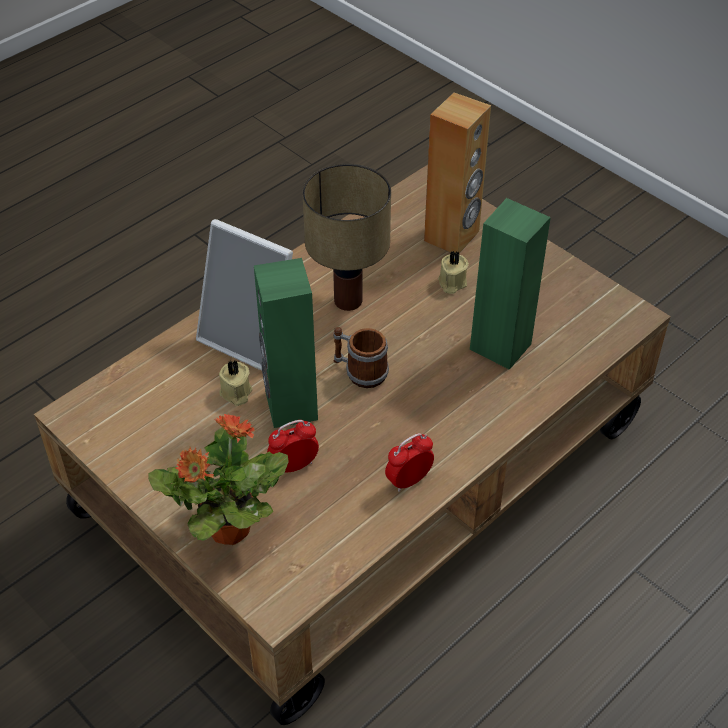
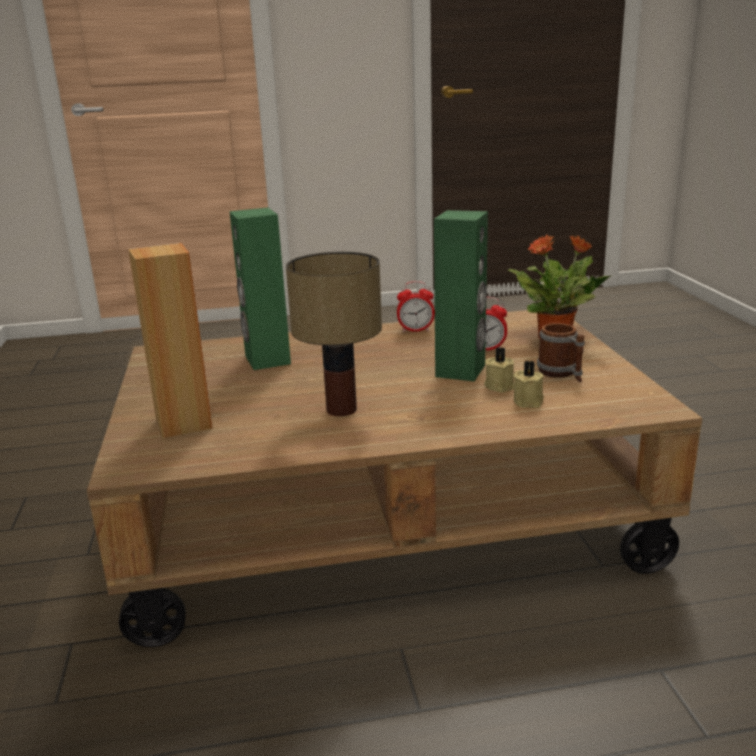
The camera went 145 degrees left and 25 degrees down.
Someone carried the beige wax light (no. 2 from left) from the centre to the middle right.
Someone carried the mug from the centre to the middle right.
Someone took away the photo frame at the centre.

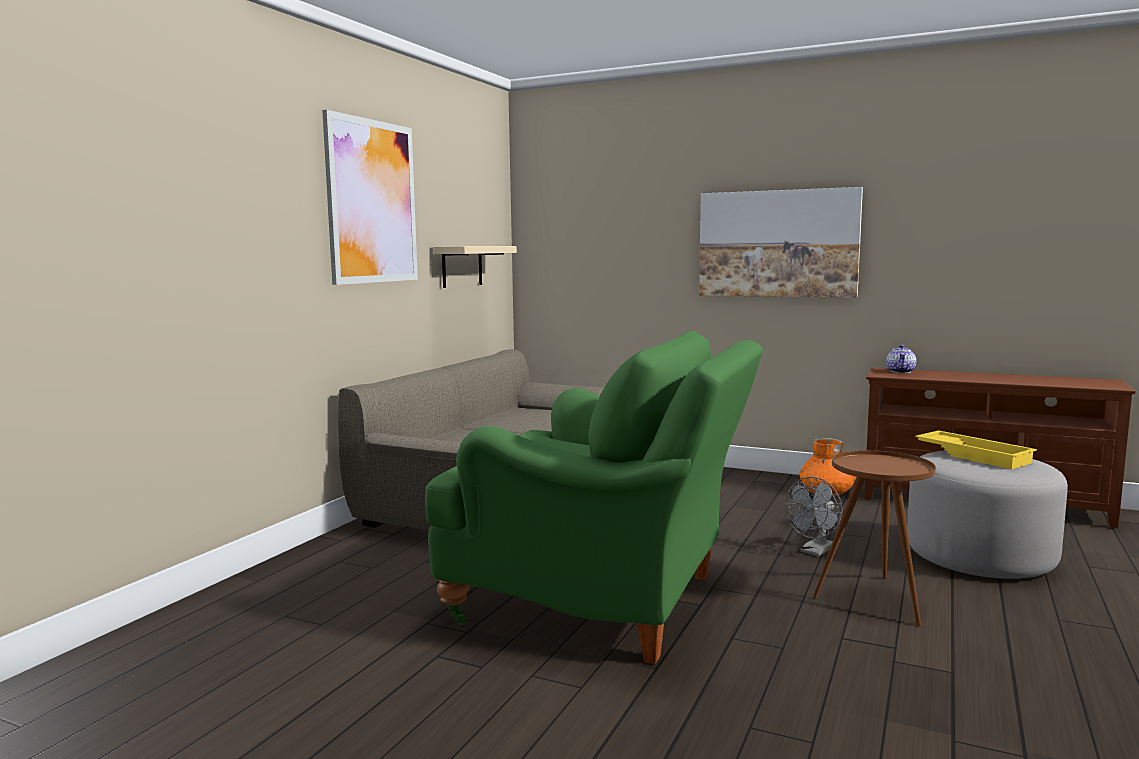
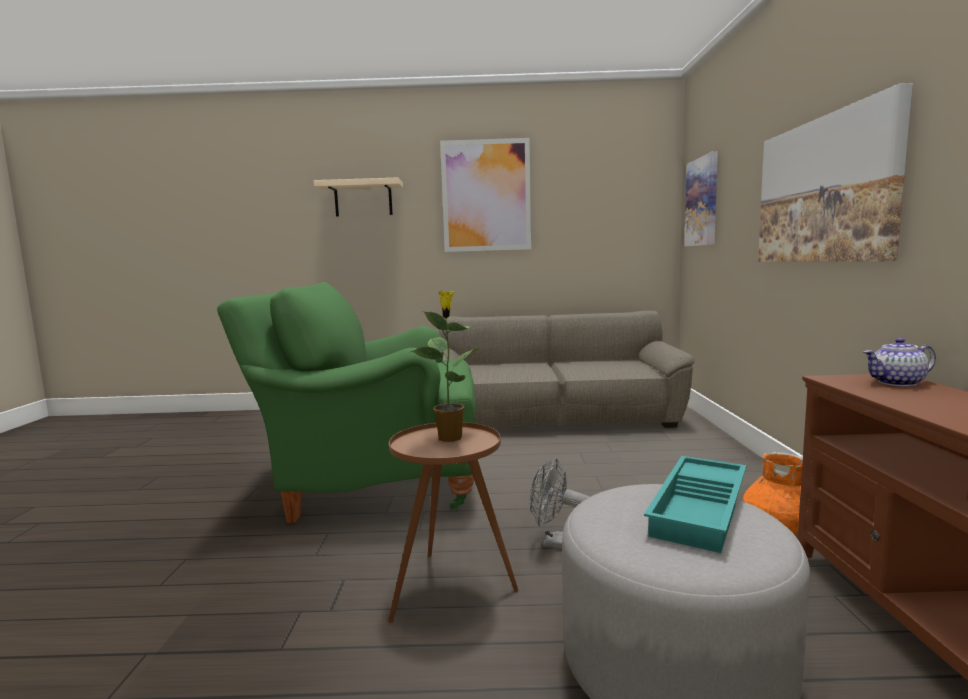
The camera went 65 degrees right and 0 degrees up.
Someone rotated the green-coloured easy chair at the centre by 90 degrees clockwise.
Someone carried the beige shelf from the centre to the top centre.
Someone put down the houseplant at the centre.
Someone repainted the yellow serving tray at the middle right, which became the blue-green serving tray at the bottom right.
Someone put up the picture (no. 2 from left) at the top right.

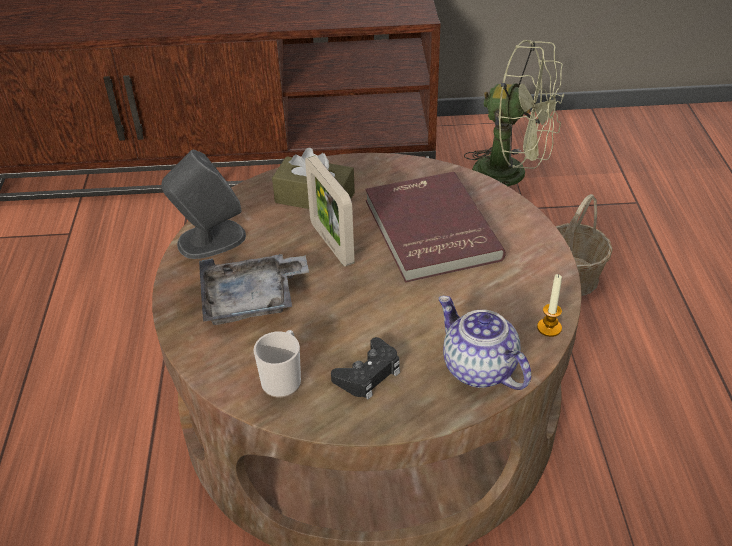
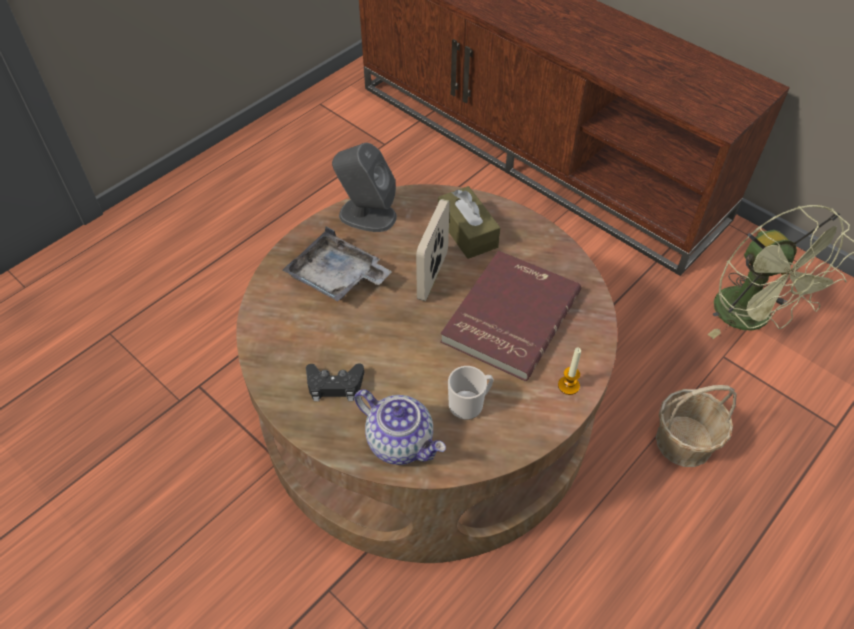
The camera went 45 degrees right and 10 degrees up.
Someone rotated the teapot at the centre by 120 degrees clockwise.
Someone carried the mug from the bottom centre to the centre.
Someone carried the wax light from the middle right to the centre.

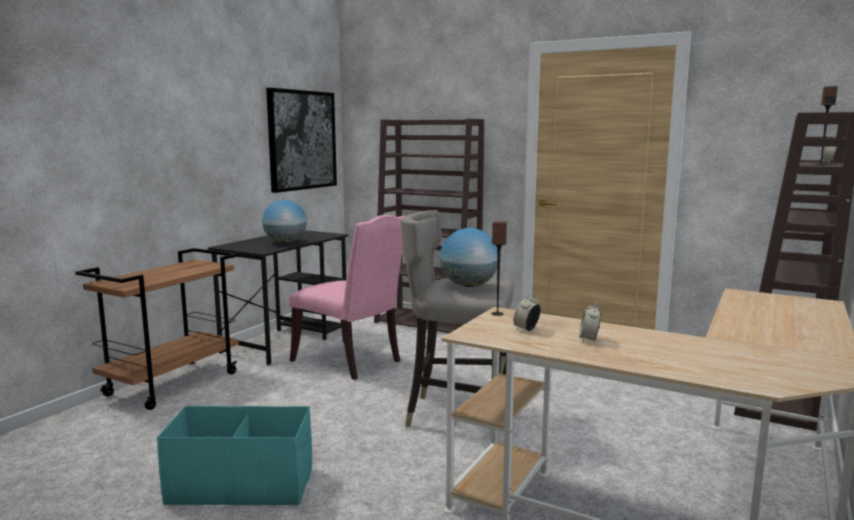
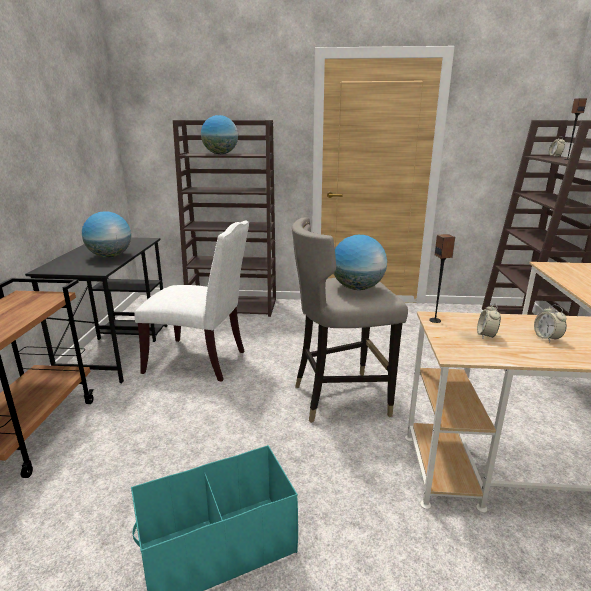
The camera went 25 degrees left and 10 degrees up.
Someone repainted the pink-coloured plain chair at the centre, which became the whitish plain chair at the middle left.
Someone put down the world globe (no. 2 from left) at the top centre.
Someone took away the picture at the top centre.

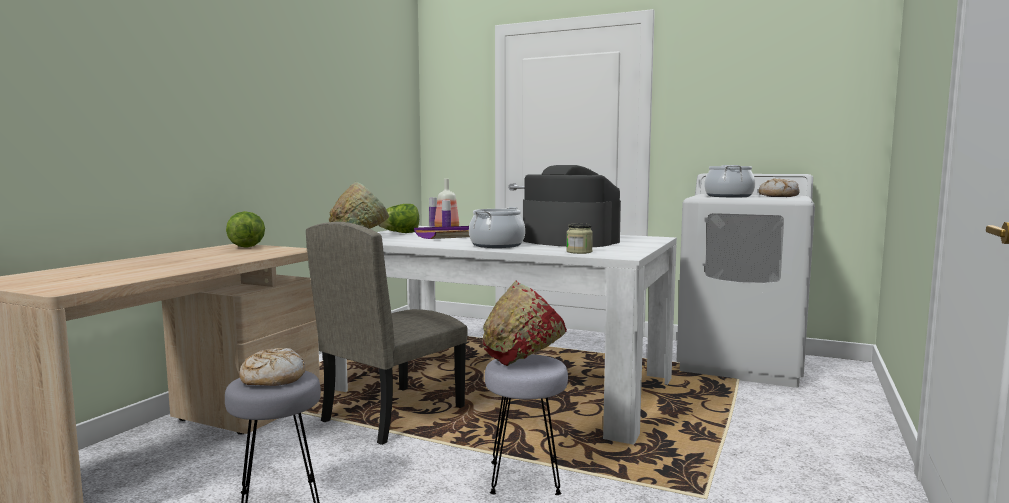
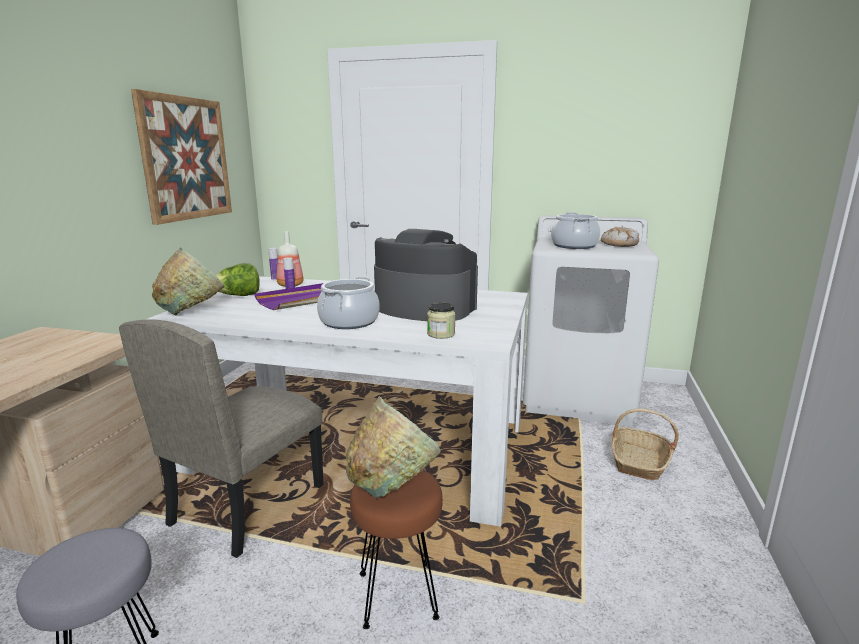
The camera went 10 degrees left and 10 degrees up.
Someone put up the picture at the top left.
Someone repainted the reddish bowl at the centre, which became the green-coloured bowl (no. 2 from left) at the bottom centre.
Someone repainted the greyish stool seat (no. 2 from left) at the bottom centre, which became the brown stool seat at the bottom centre.
Someone put down the household basket at the bottom right.
Someone took away the head of lettuce (no. 1 from left) at the middle left.
Someone took away the baked bread (no. 1 from left) at the bottom left.

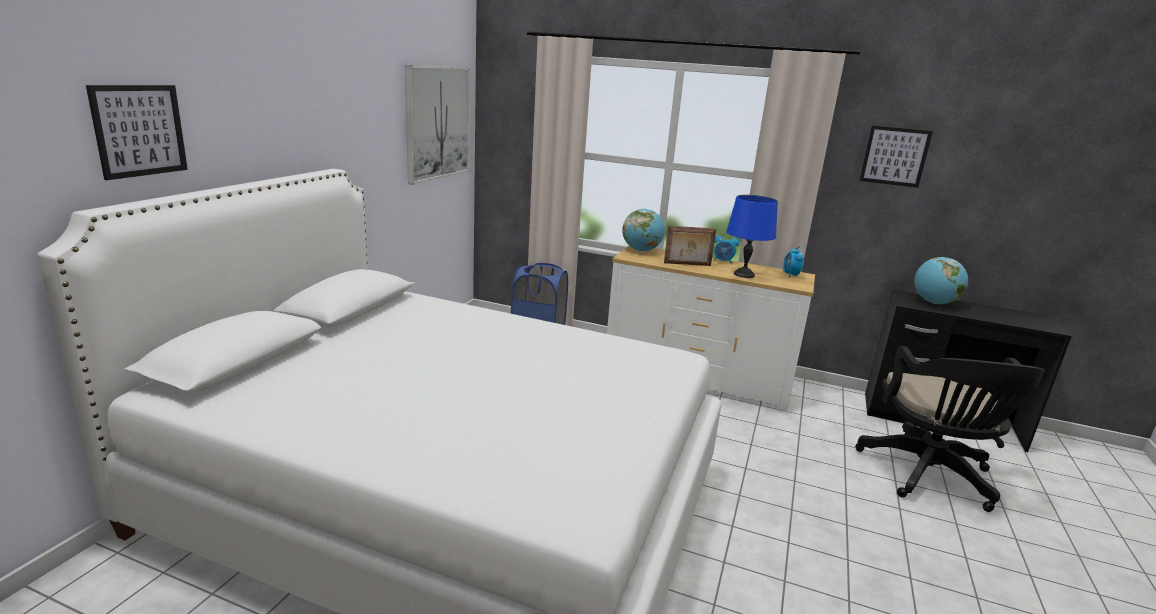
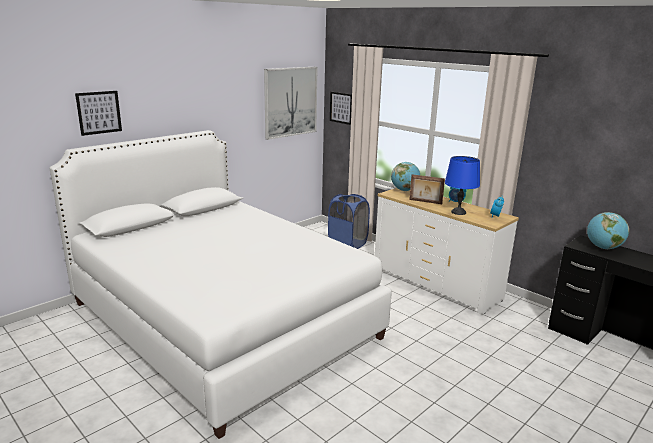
The camera went 25 degrees right and 0 degrees up.
Someone carried the picture (no. 3 from left) from the top right to the top centre.
Someone took away the blackish desk chair at the bottom right.

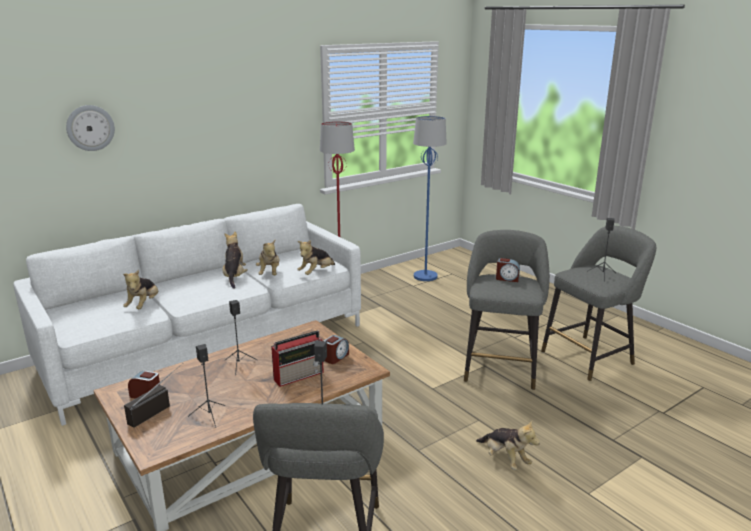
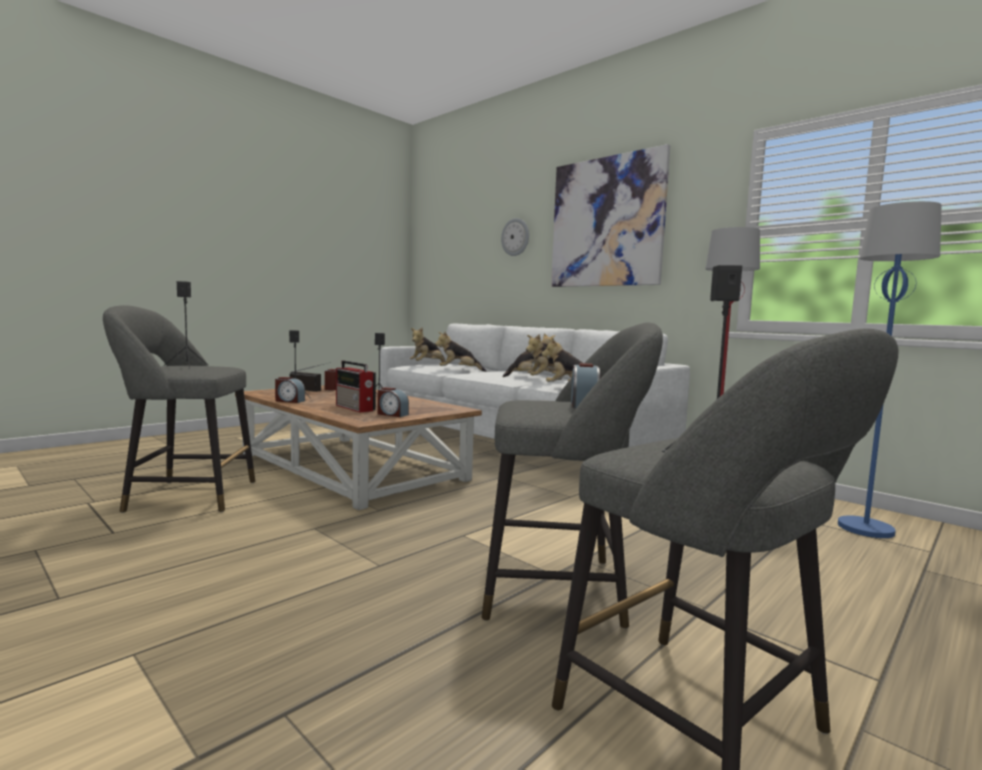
The camera went 80 degrees right and 15 degrees down.
Someone put down the alarm clock (no. 1 from left) at the middle left.
Someone carried the plush toy (no. 5 from left in the first image) from the bottom right to the centre.
Someone put up the picture at the top centre.

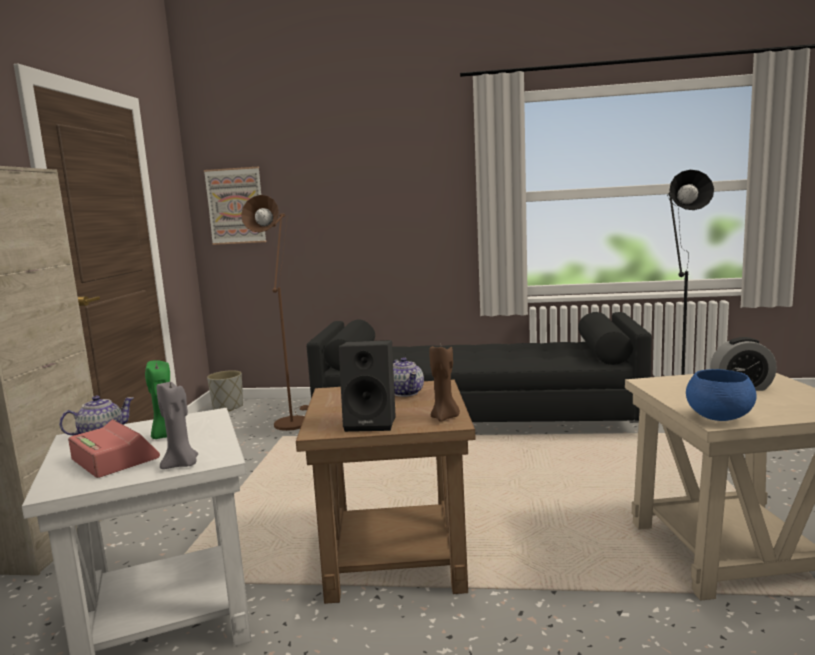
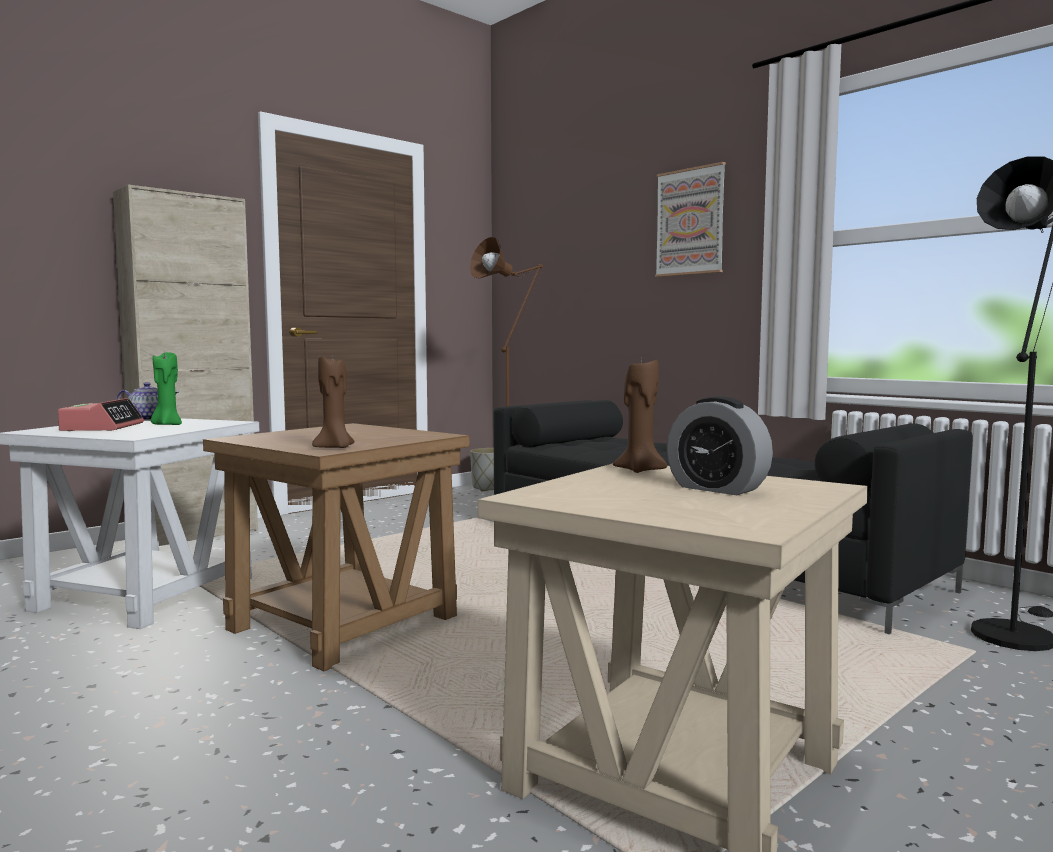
The camera went 40 degrees right and 5 degrees down.
Someone put down the brown wax light (no. 2 from left) at the centre.
Someone carried the picture from the top left to the top centre.
Someone took away the greyish wax light at the middle left.
Someone took away the blackish loudspeaker at the centre.
Someone took away the teapot (no. 2 from left) at the centre.
Someone took away the bluish bowl at the middle right.

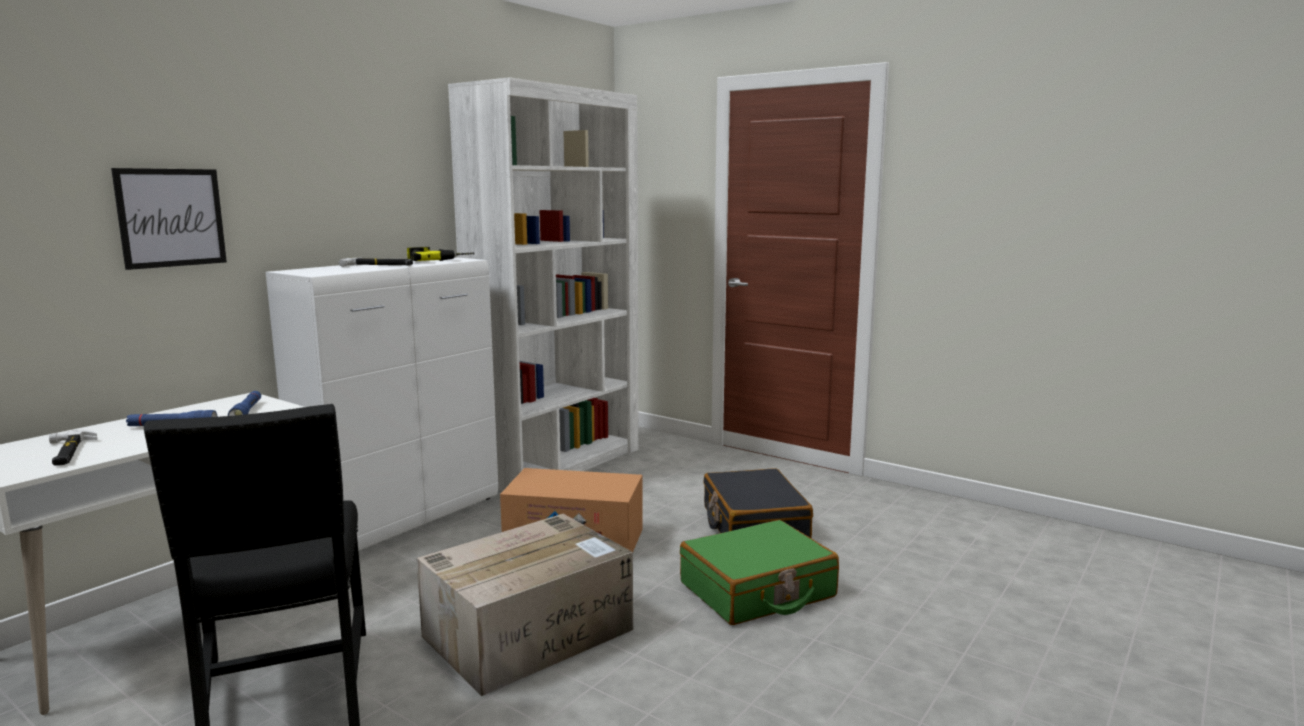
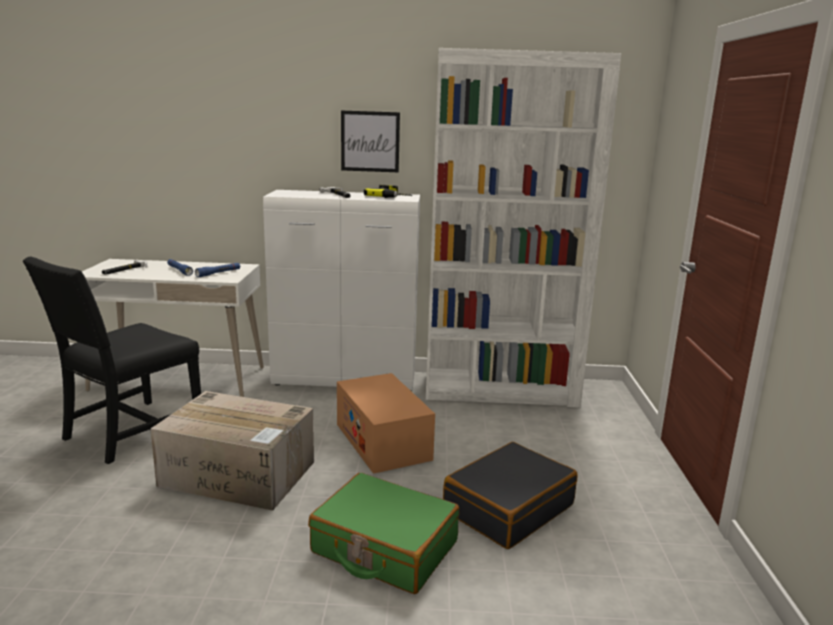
The camera went 55 degrees right and 5 degrees up.
Someone carried the picture from the top left to the top centre.

